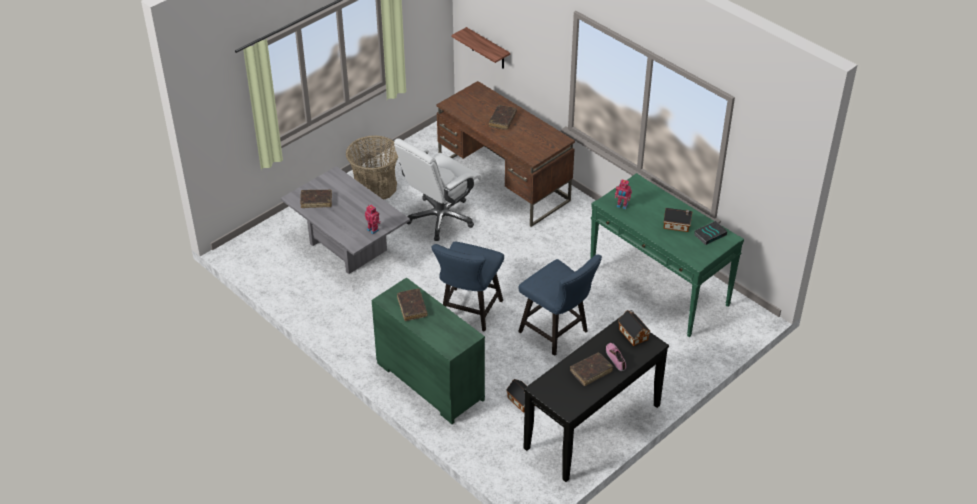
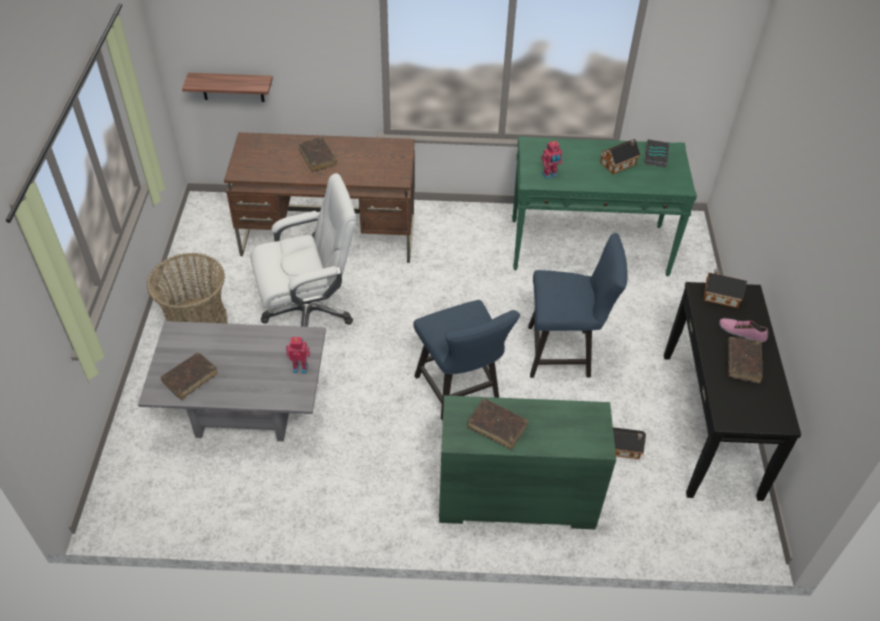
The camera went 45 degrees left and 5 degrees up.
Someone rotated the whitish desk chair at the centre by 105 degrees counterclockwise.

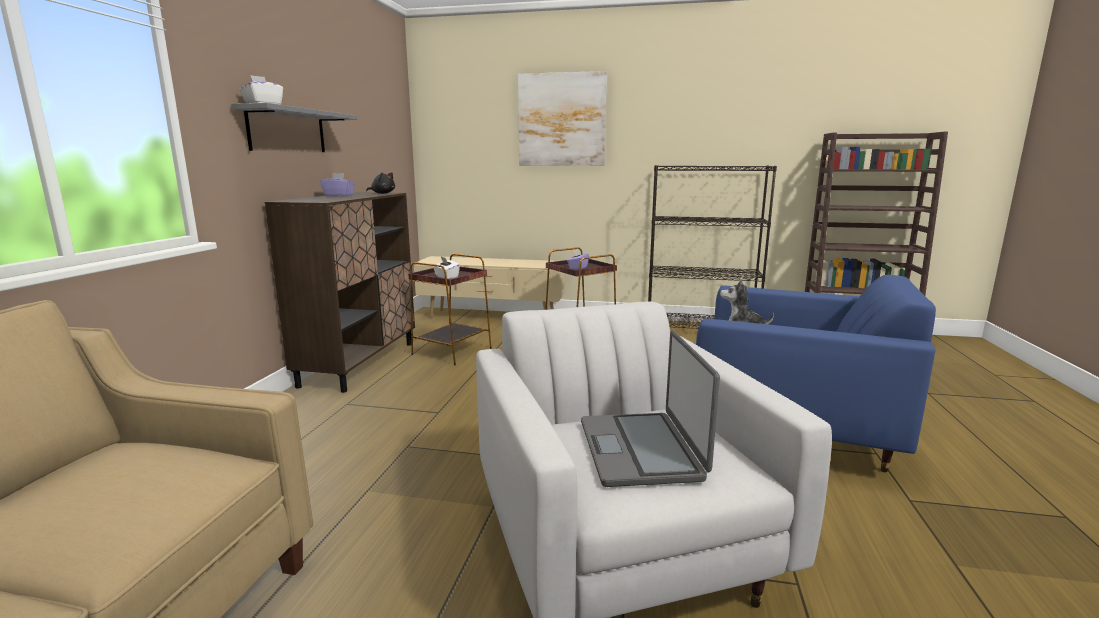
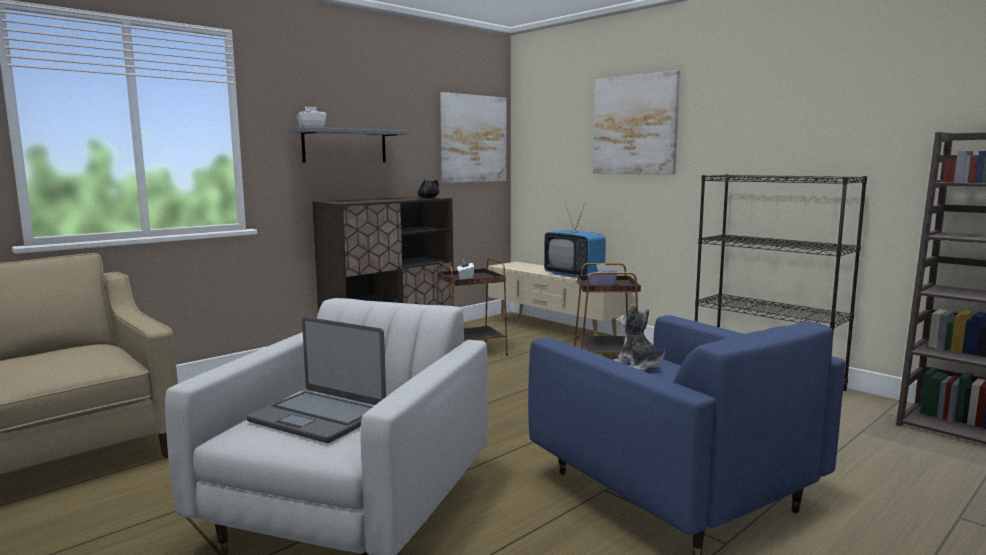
The camera went 35 degrees right and 5 degrees down.
Someone rotated the portable computer at the centre by 90 degrees counterclockwise.
Someone put up the picture (no. 1 from left) at the top centre.
Someone put down the television at the centre.
Someone took away the purple tissue box (no. 1 from left) at the top left.

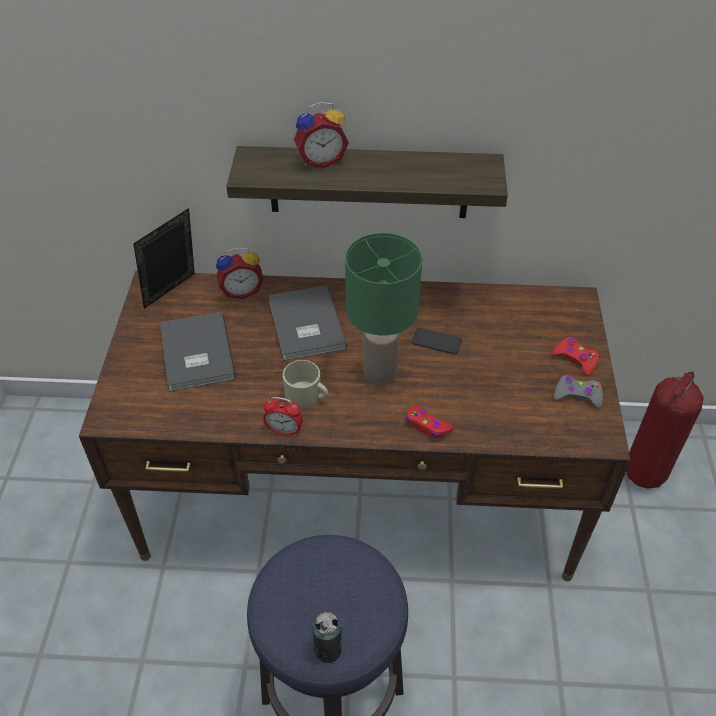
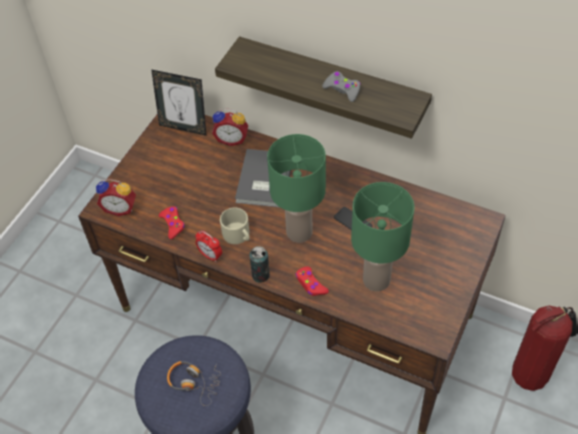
The camera went 25 degrees right and 5 degrees up.
Someone carried the alarm clock (no. 3 from left in the first image) from the top centre to the middle left.
Someone rotated the photo frame at the middle left by 135 degrees counterclockwise.
Someone carried the reddish joypad (no. 2 from left in the first image) from the middle right to the middle left.
Someone put down the headphones at the bottom centre.
Someone carried the metal can from the bottom centre to the centre.
Someone carried the greyish joypad from the middle right to the top centre.
Someone put down the green-coloured tabletop lamp (no. 2 from left) at the centre.
Someone took away the greyish bound book (no. 1 from left) at the middle left.

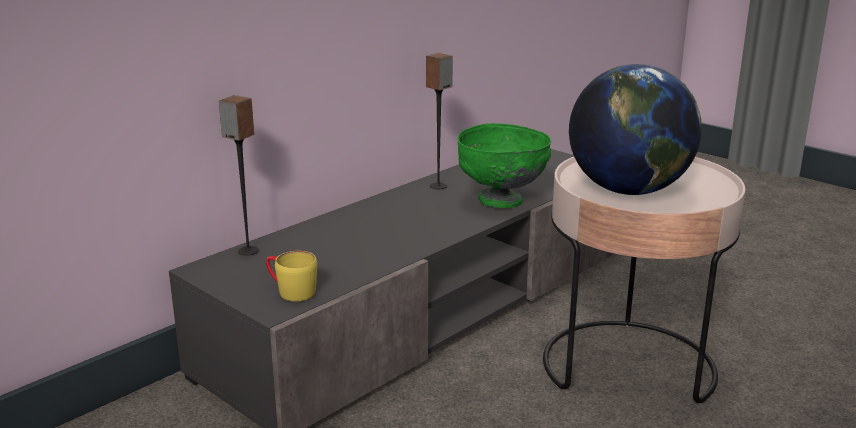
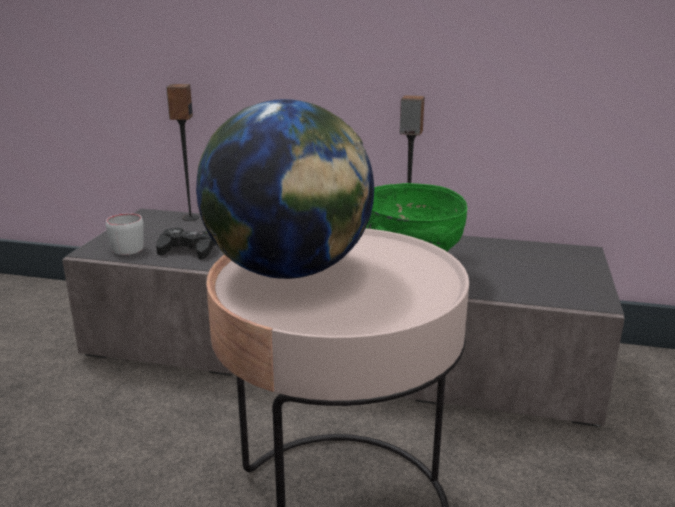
The camera went 60 degrees right and 0 degrees up.
Someone repainted the yellow mug at the centre, which became the greyish mug at the middle left.
Someone put down the blackish joypad at the middle left.

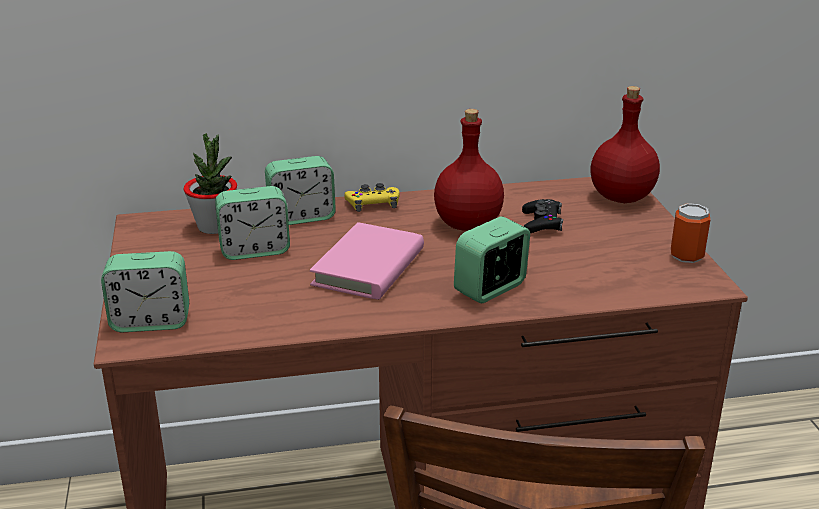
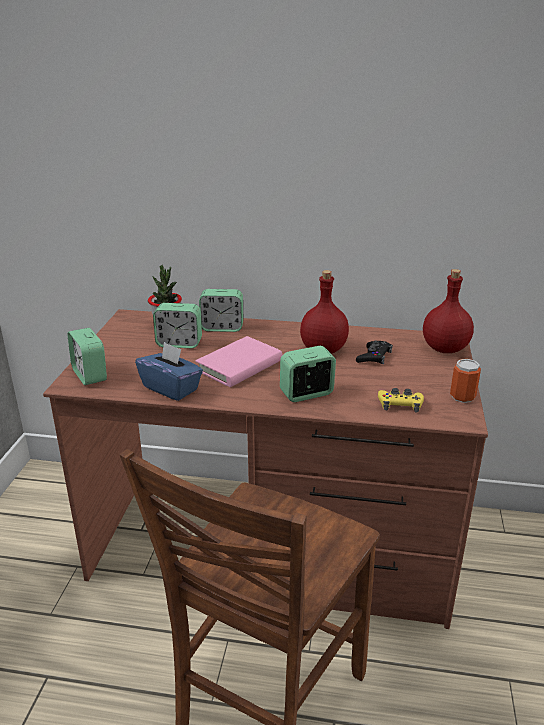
The camera went 20 degrees right and 0 degrees up.
Someone rotated the alarm clock (no. 1 from left) at the middle left by 45 degrees clockwise.
Someone put down the bluish tissue box at the middle left.
Someone carried the yellow joypad from the centre to the middle right.

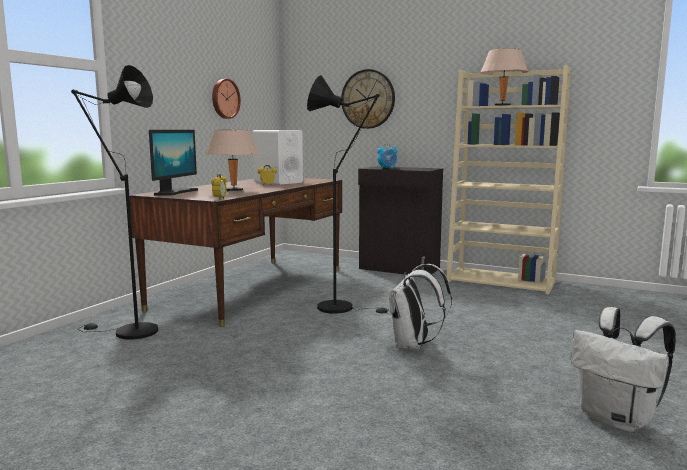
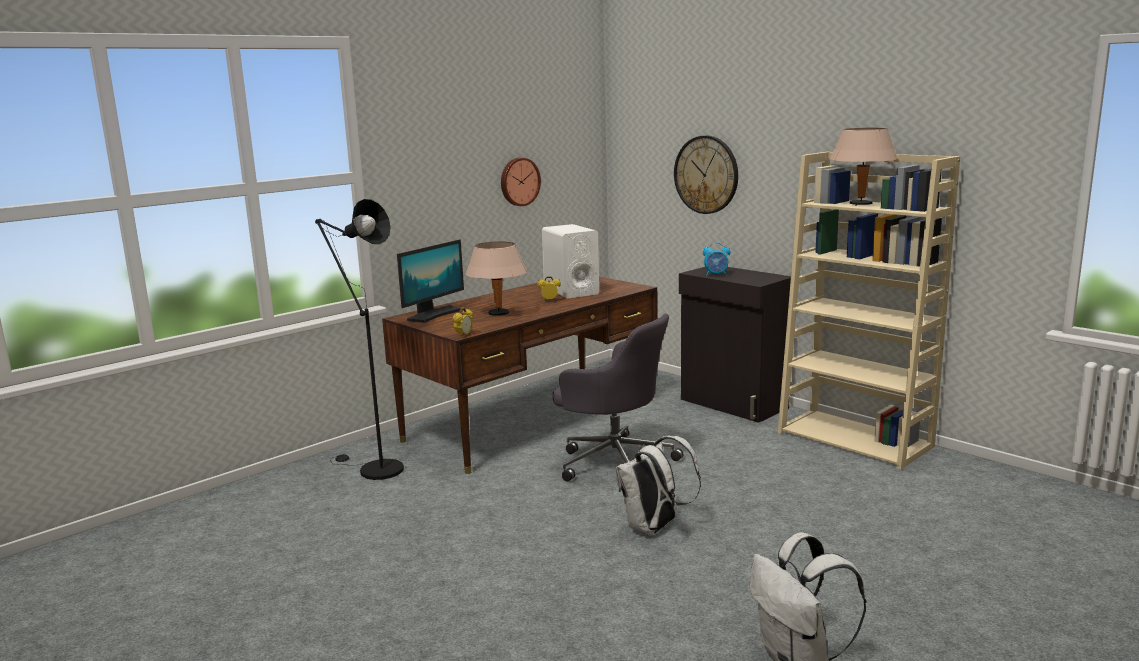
The camera went 20 degrees right and 5 degrees up.
Someone swapped the blackish standard lamp (no. 2 from left) at the centre for the greyish desk chair at the centre.

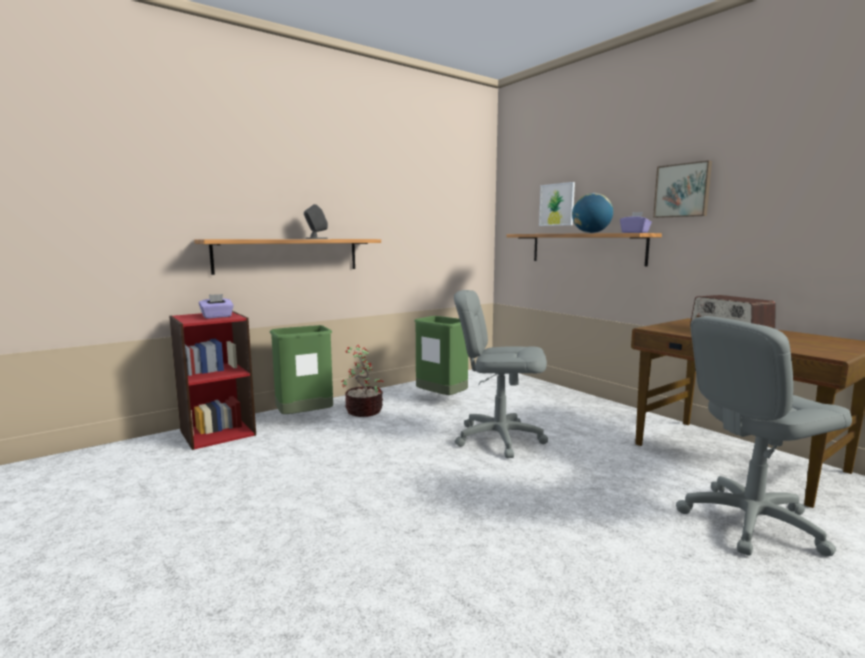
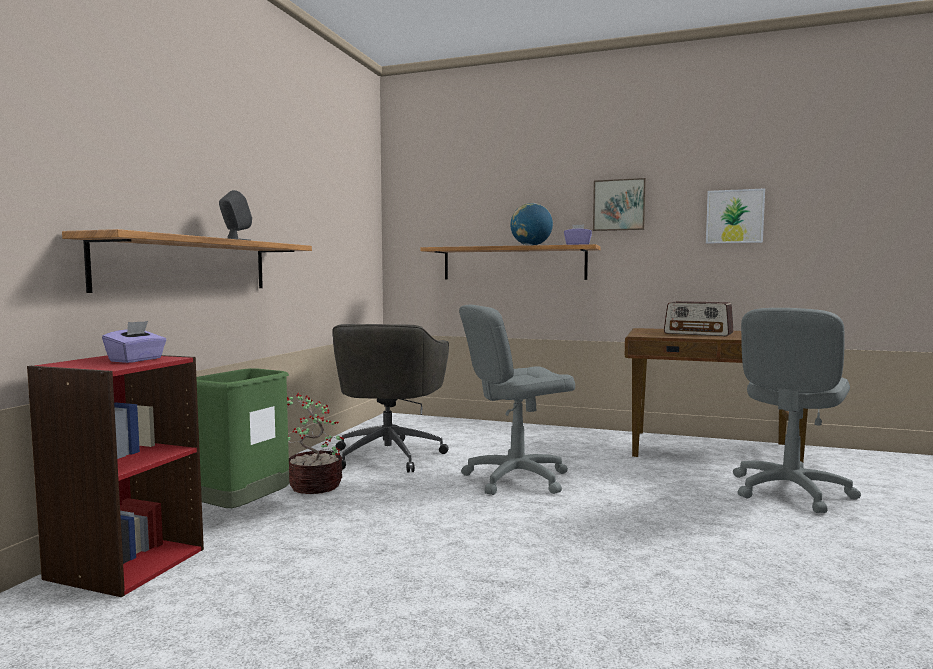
The camera went 35 degrees left and 5 degrees down.
Someone swapped the green-coloured rubbish bin (no. 2 from left) at the centre for the greyish desk chair (no. 1 from left) at the centre.
Someone carried the picture (no. 1 from left in the first image) from the top centre to the top right.

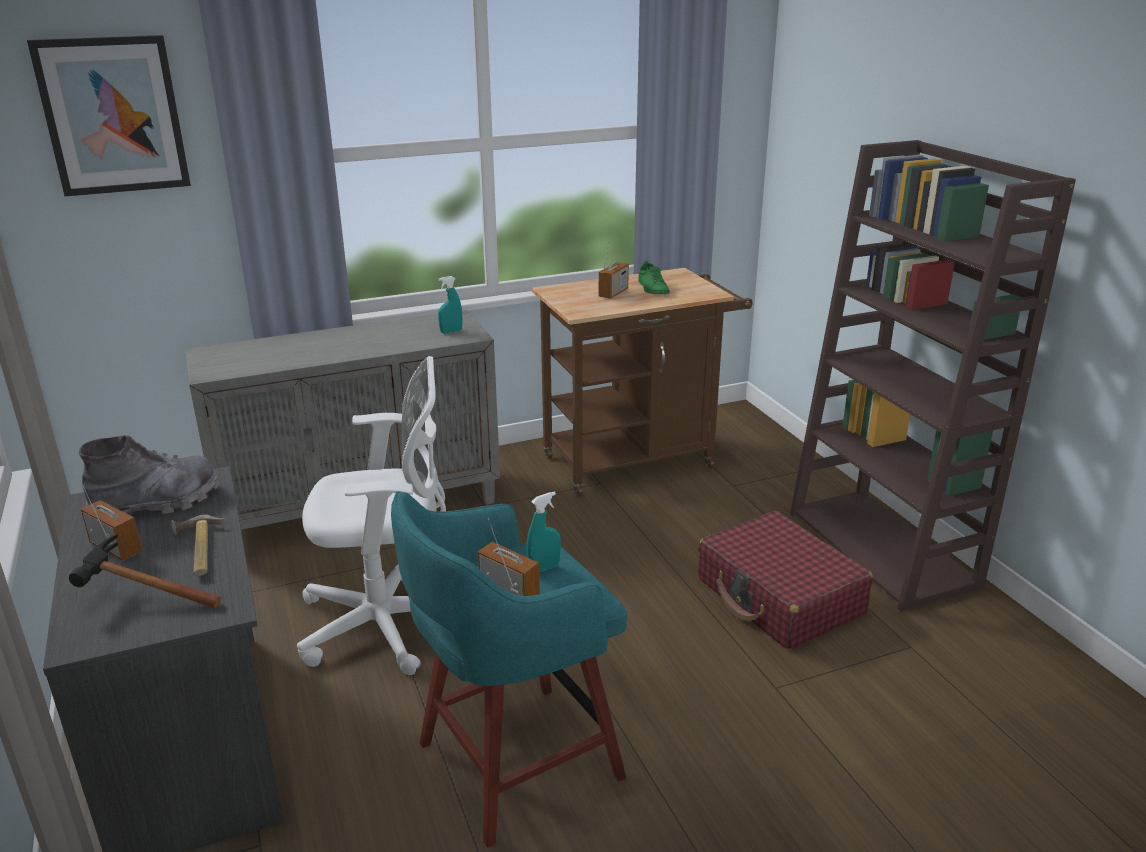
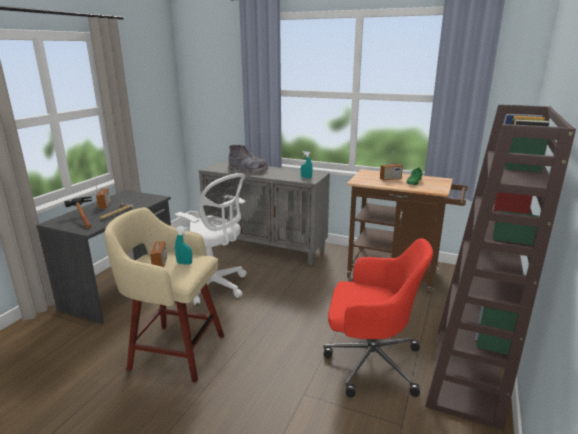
The camera went 45 degrees right and 5 degrees down.
Someone repainted the blue-green stool seat at the bottom centre, which became the beige stool seat at the bottom left.
Someone carried the greyish boot from the middle left to the centre.
Someone swapped the reddish travel case at the bottom right for the reddish desk chair at the bottom centre.
Someone took away the picture at the top left.

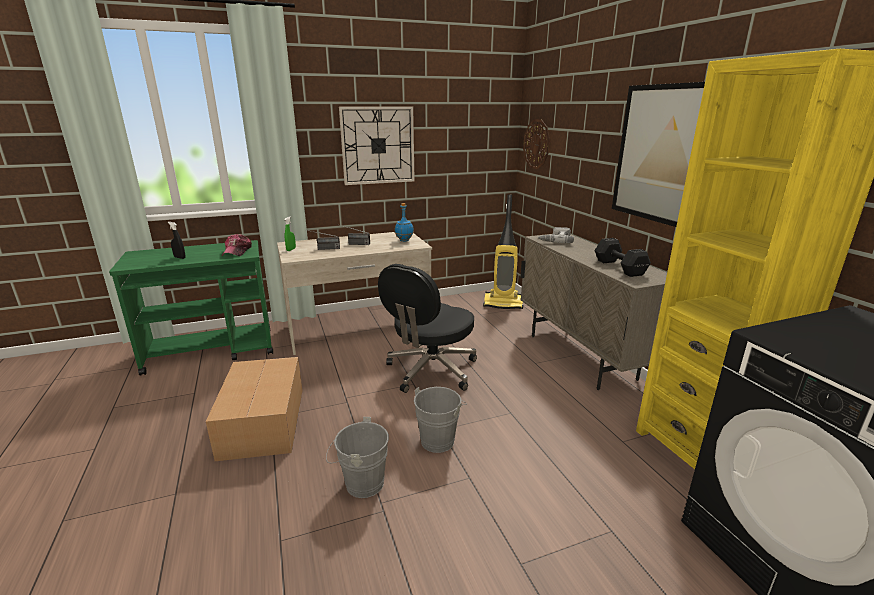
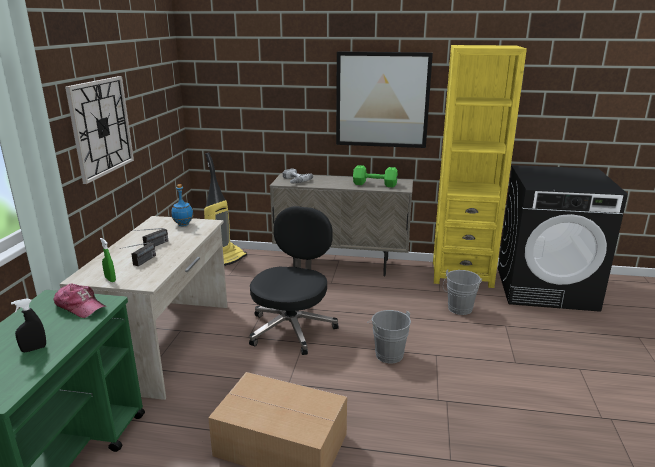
The camera went 60 degrees left and 0 degrees up.
Someone rotated the blackish desk chair at the centre by 135 degrees counterclockwise.
Someone repainted the blackish dumbbell at the middle right, which became the green-coloured dumbbell at the centre.
Someone carried the greyish bucket (no. 1 from left in the first image) from the bottom centre to the middle right.
Someone took away the clock on the wall (no. 2 from left) at the top centre.

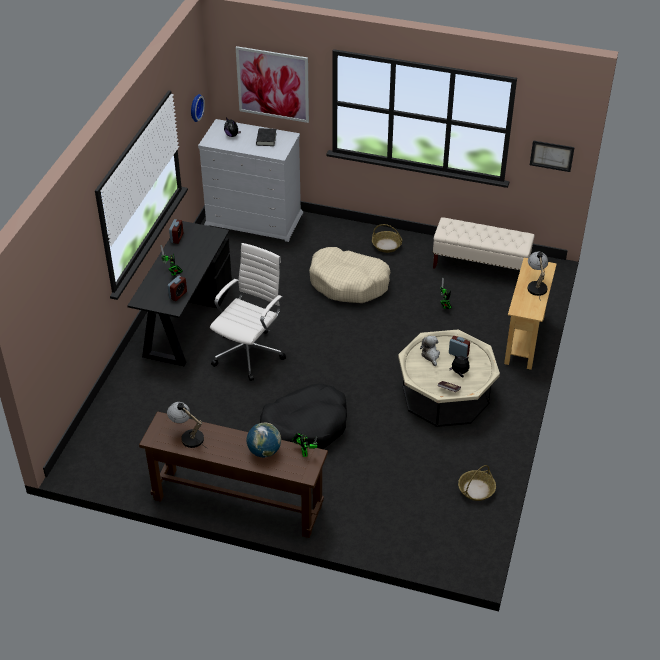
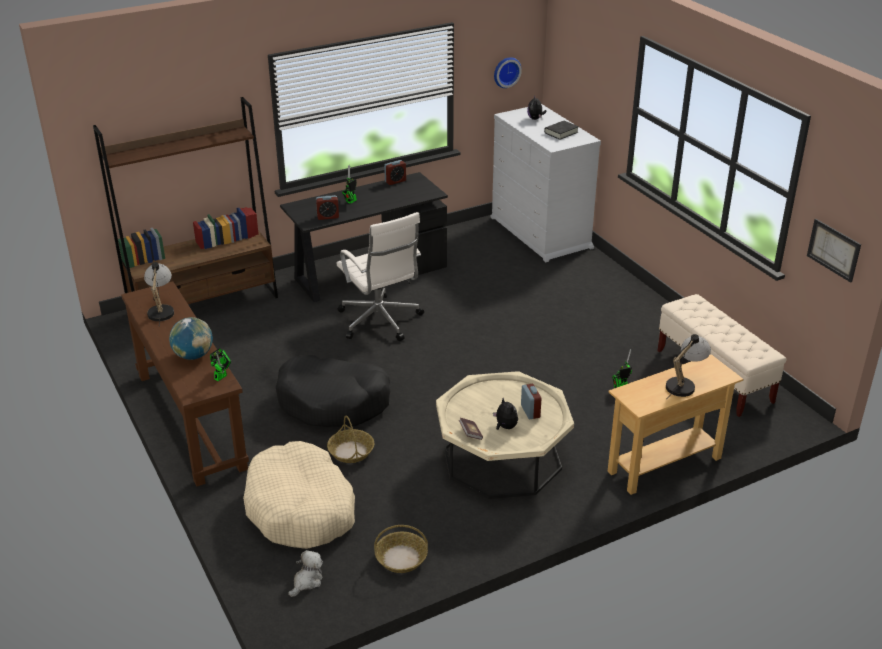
The camera went 45 degrees right and 10 degrees down.
Someone put down the brown bookcase at the top left.
Someone carried the beige dog bed from the centre to the bottom centre.
Someone carried the plush toy (no. 2 from left in the first image) from the centre to the bottom centre.
Someone carried the household basket (no. 1 from left) from the centre to the bottom centre.
Someone rotated the whitish desk chair at the centre by 75 degrees clockwise.
Someone took away the picture (no. 1 from left) at the top centre.

